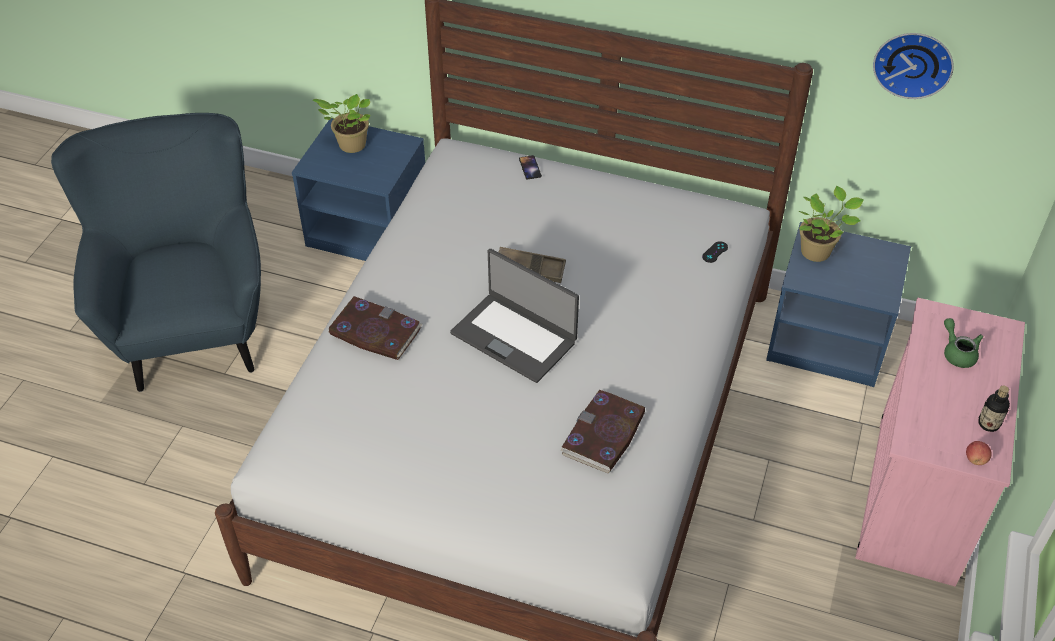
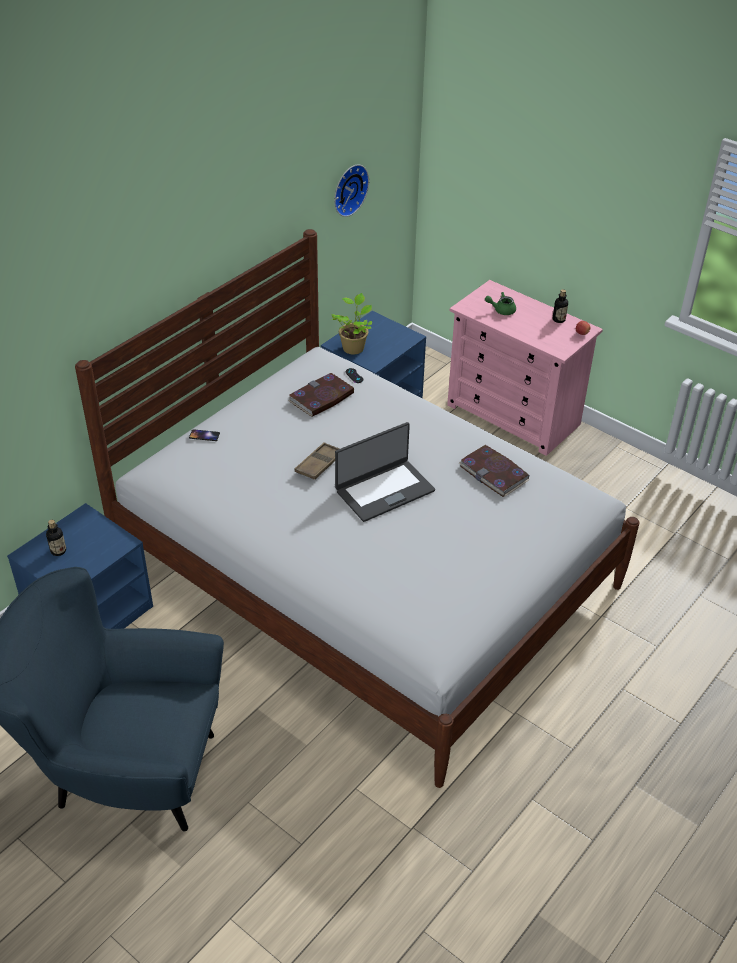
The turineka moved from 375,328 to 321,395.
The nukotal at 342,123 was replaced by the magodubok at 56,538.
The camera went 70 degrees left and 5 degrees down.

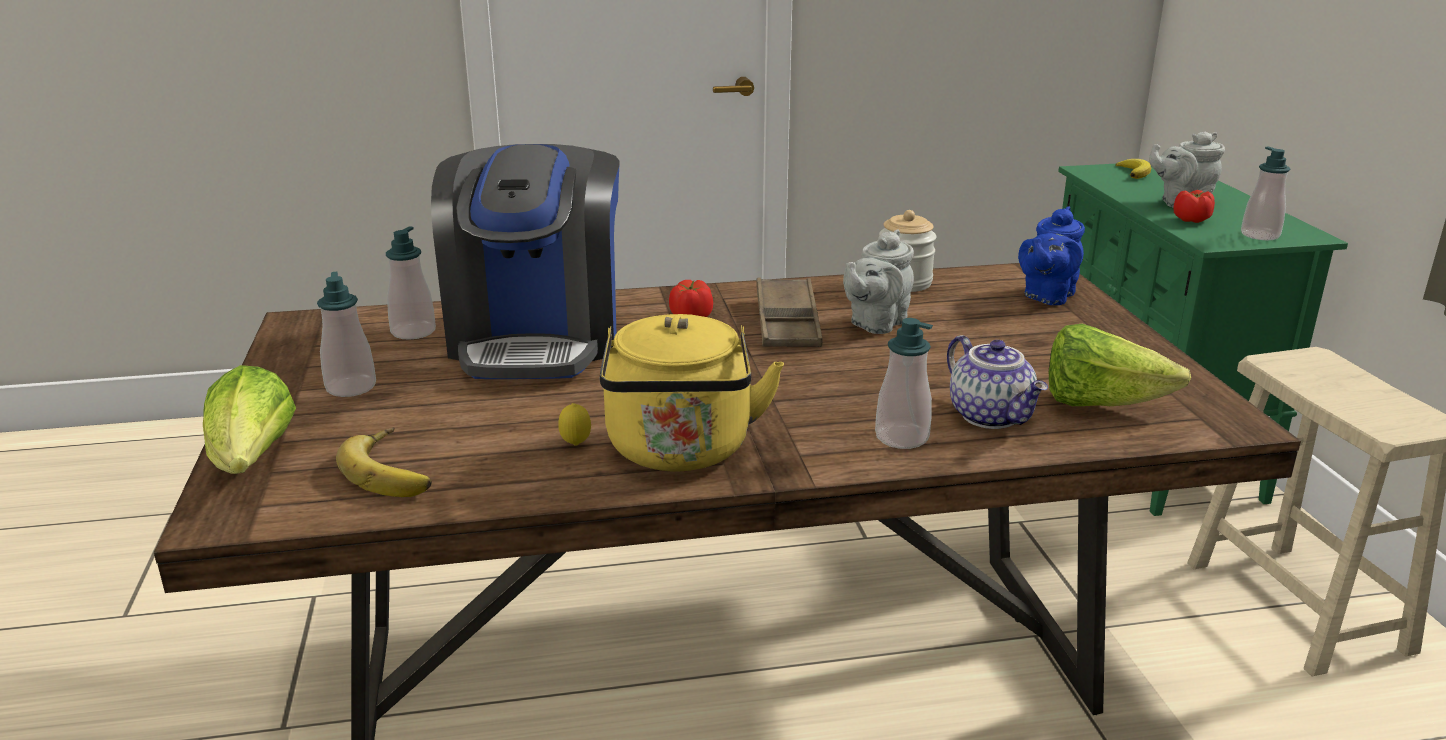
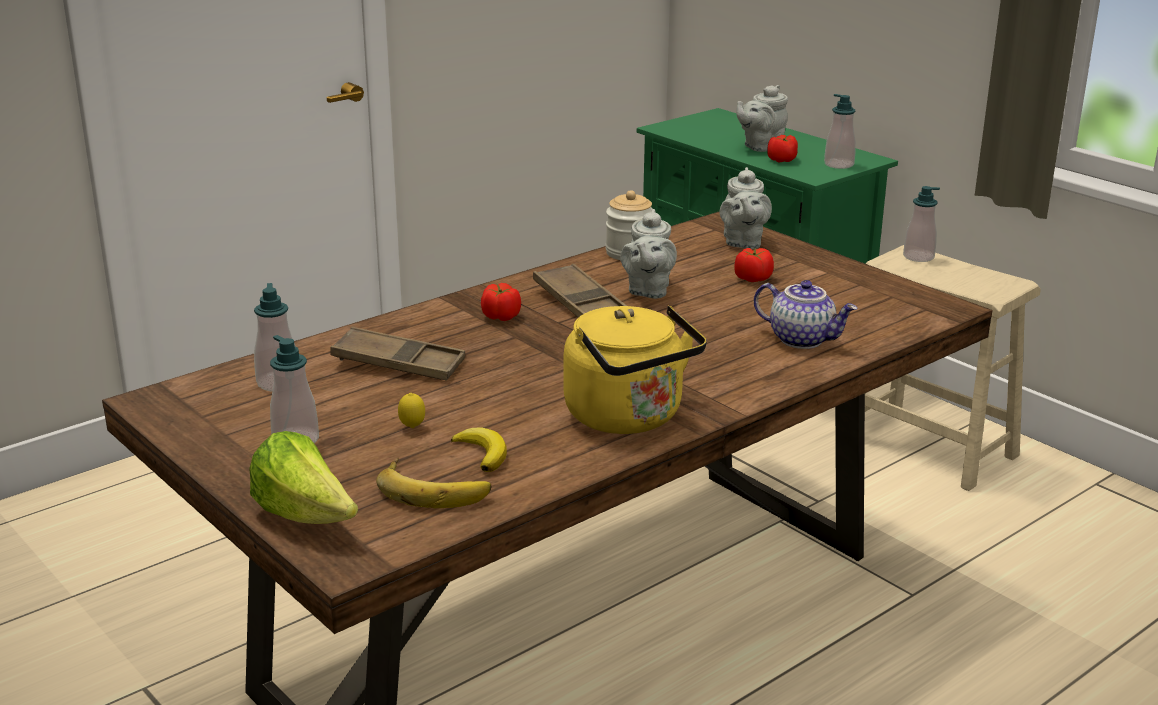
The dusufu at 1120,365 disappeared.
The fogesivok at 754,265 appeared.
The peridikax moved from 574,424 to 411,410.
The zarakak moved from 904,383 to 921,224.
The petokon moved from 1133,169 to 479,450.
The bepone at 525,261 was replaced by the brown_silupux at 397,354.
The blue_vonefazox at 1051,255 became the grey_vonefazox at 745,208.
The camera went 30 degrees left and 0 degrees up.

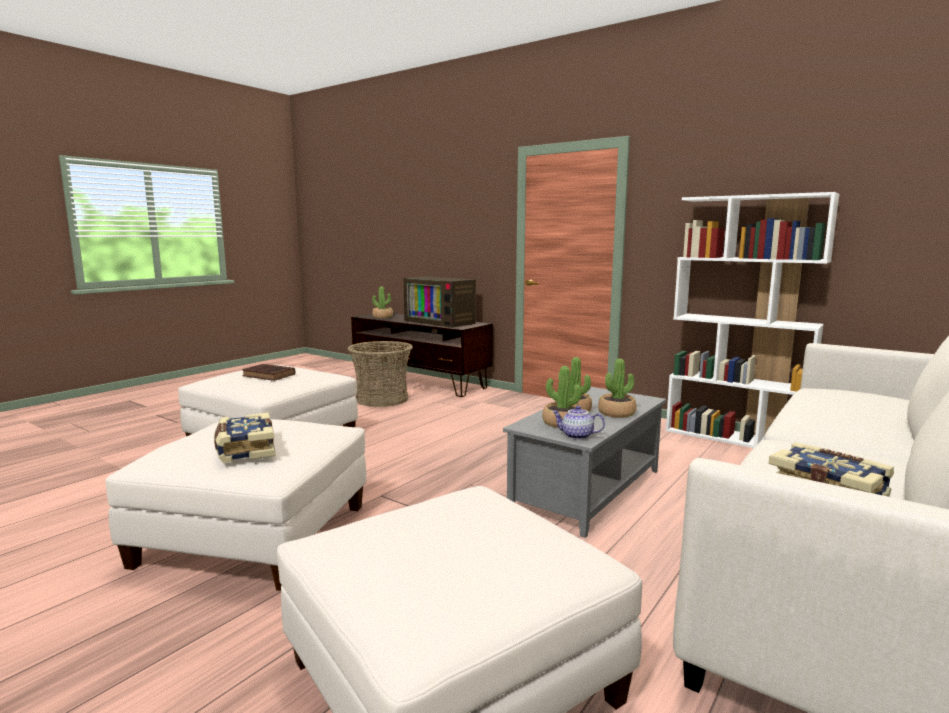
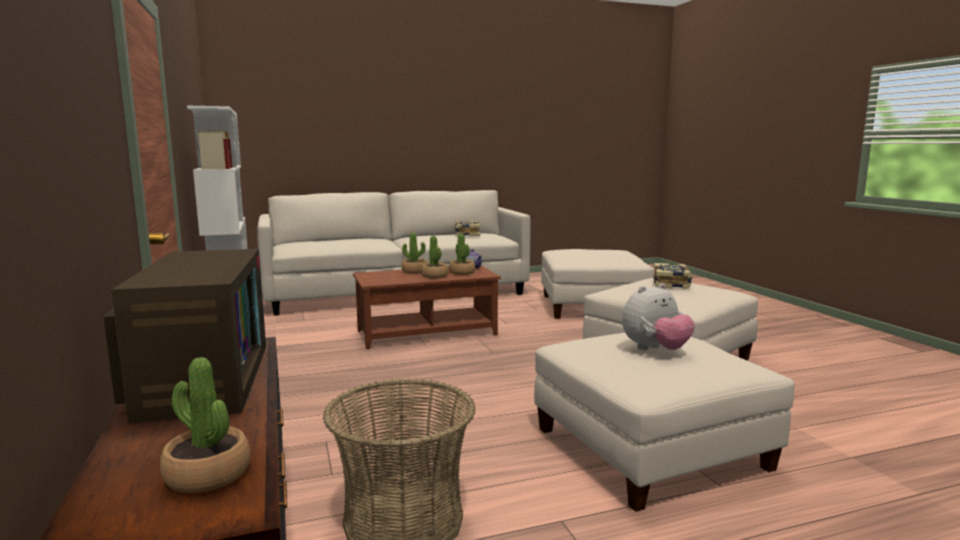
The brown_turineka at 268,372 was replaced by the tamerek at 658,316.
The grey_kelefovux at 584,462 became the brown_kelefovux at 427,307.
The camera went 145 degrees left and 0 degrees up.

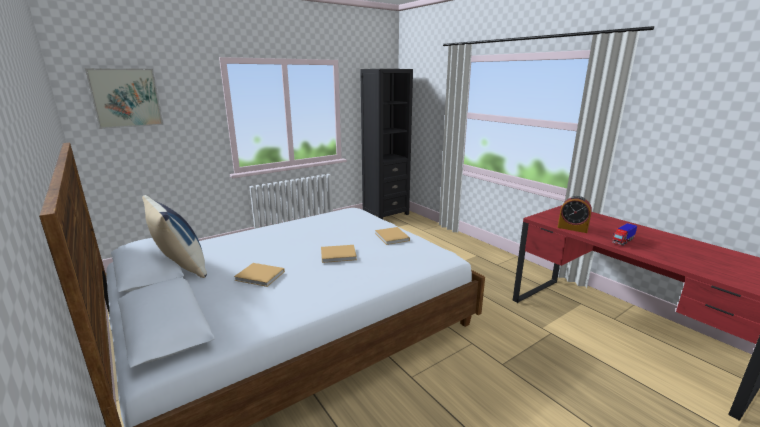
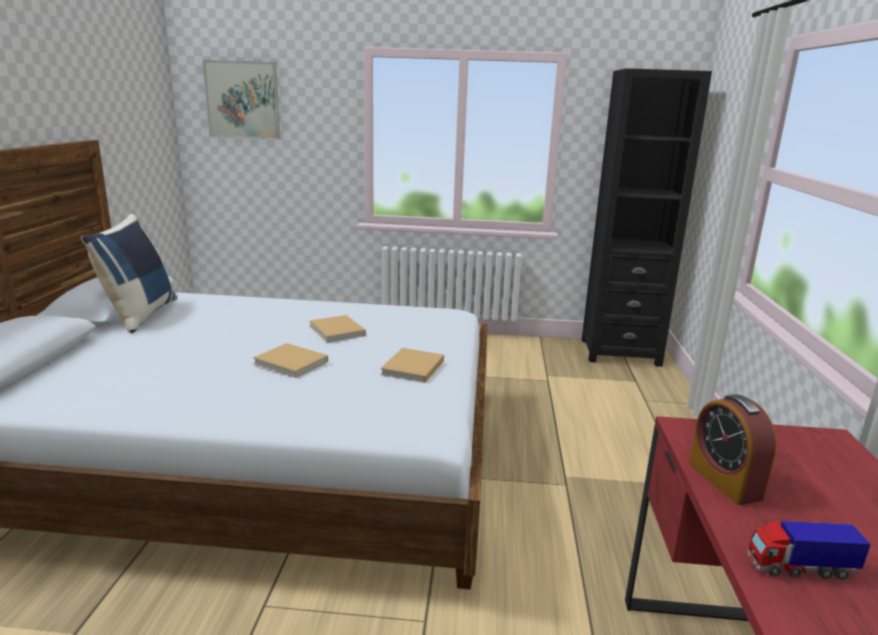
The beige_turineka moved from 259,275 to 337,328.
The camera went 40 degrees right and 0 degrees up.

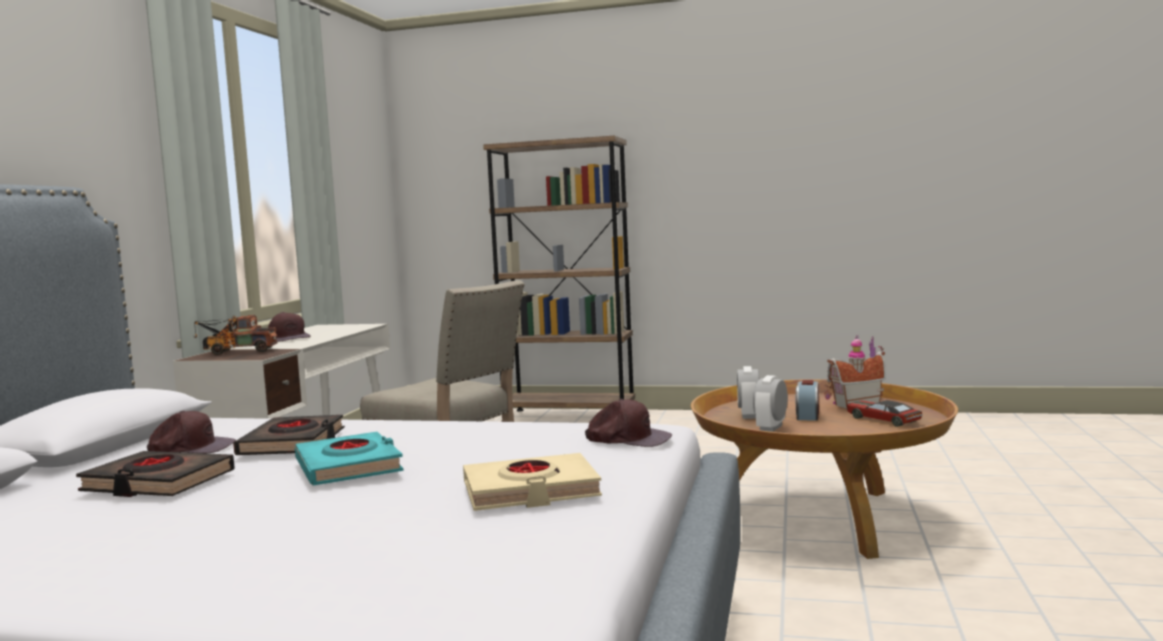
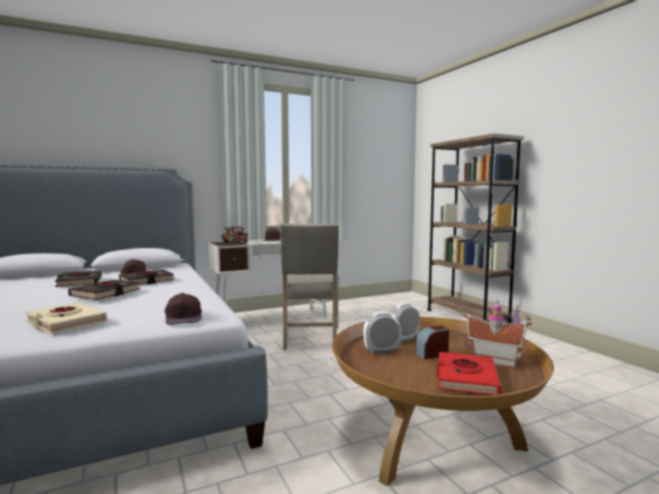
The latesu at 884,413 was replaced by the red_turineka at 469,373.
The turquoise_turineka at 349,458 became the black_turineka at 104,290.
The camera went 50 degrees right and 0 degrees up.

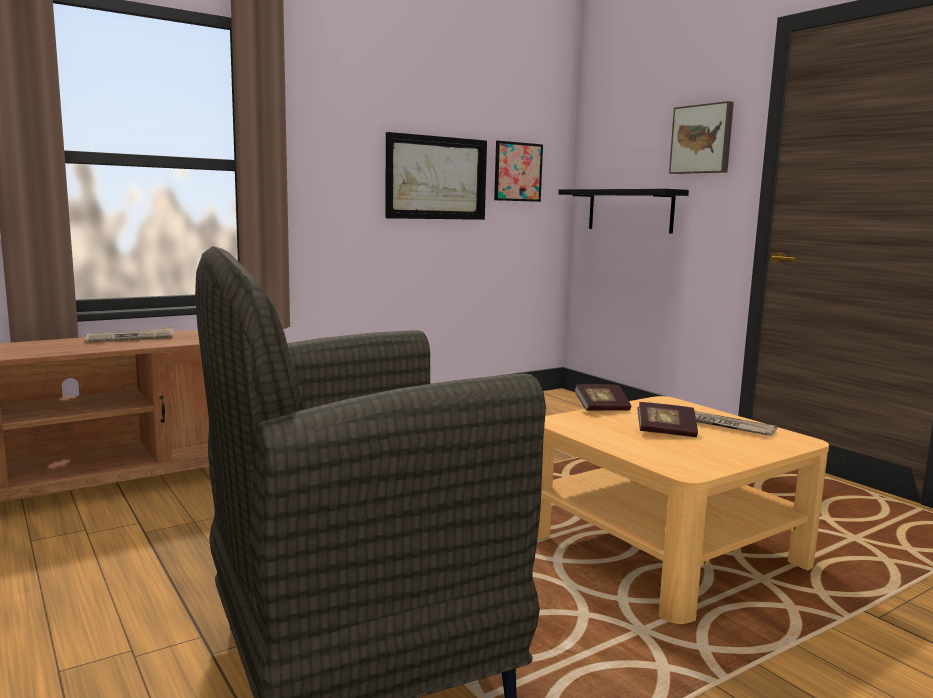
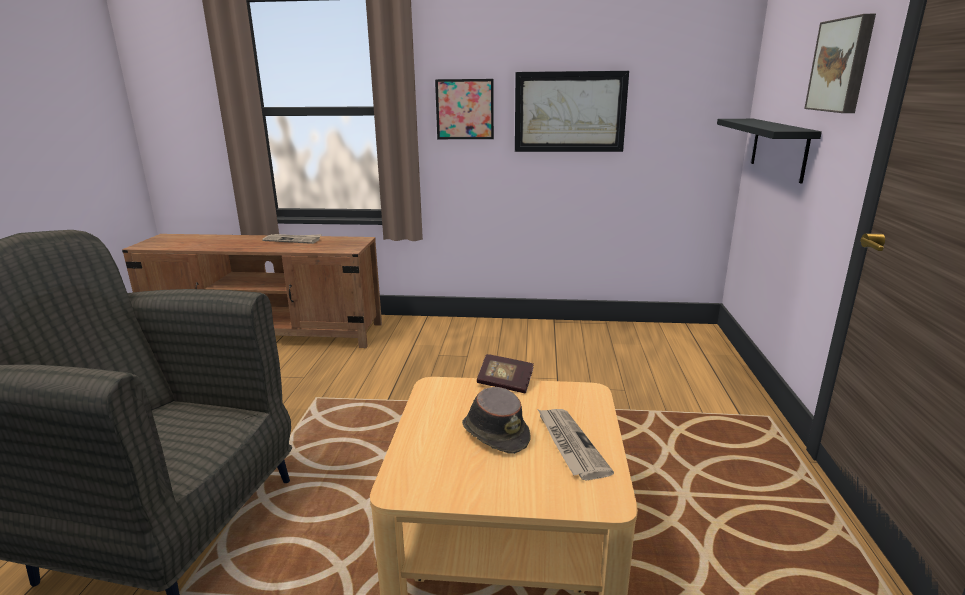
The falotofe moved from 518,171 to 464,109.
The turineka at 667,419 was replaced by the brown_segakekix at 496,420.
The camera went 40 degrees right and 10 degrees up.

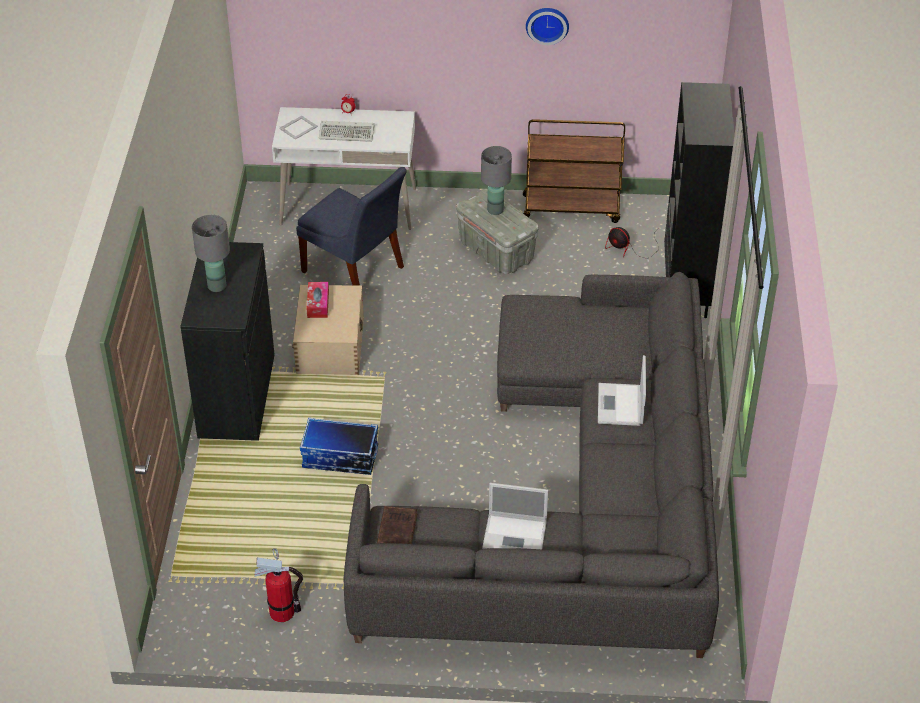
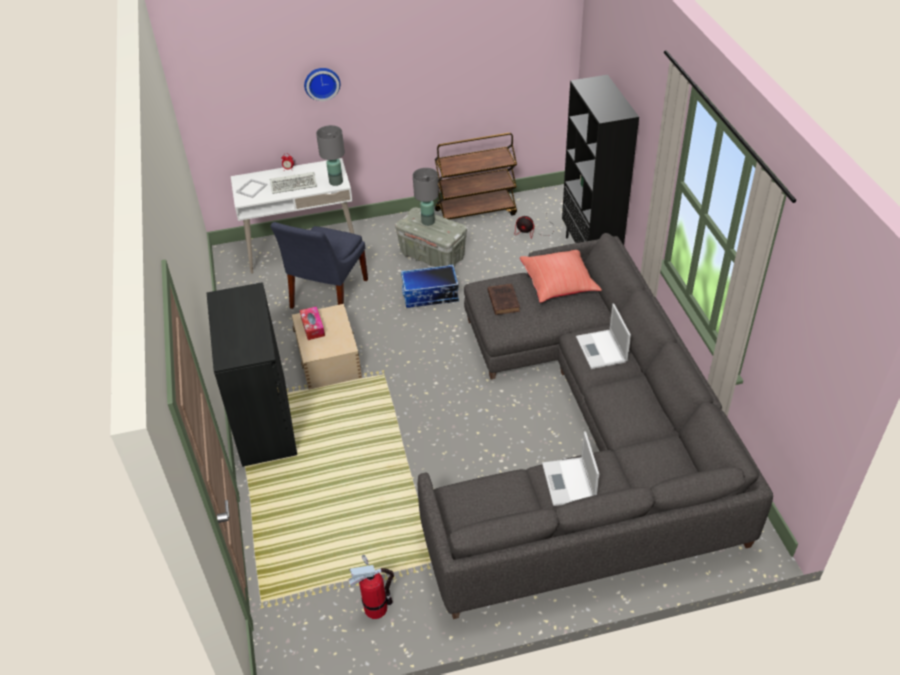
The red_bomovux at 561,276 appeared.
The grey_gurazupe moved from 211,253 to 330,155.
The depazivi moved from 339,446 to 430,286.
The brown_turineka moved from 397,525 to 503,299.
The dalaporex moved from 547,26 to 322,84.
The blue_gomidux at 351,226 turned 90 degrees clockwise.
The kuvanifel at 515,516 turned 90 degrees clockwise.
The camera went 15 degrees left and 0 degrees up.

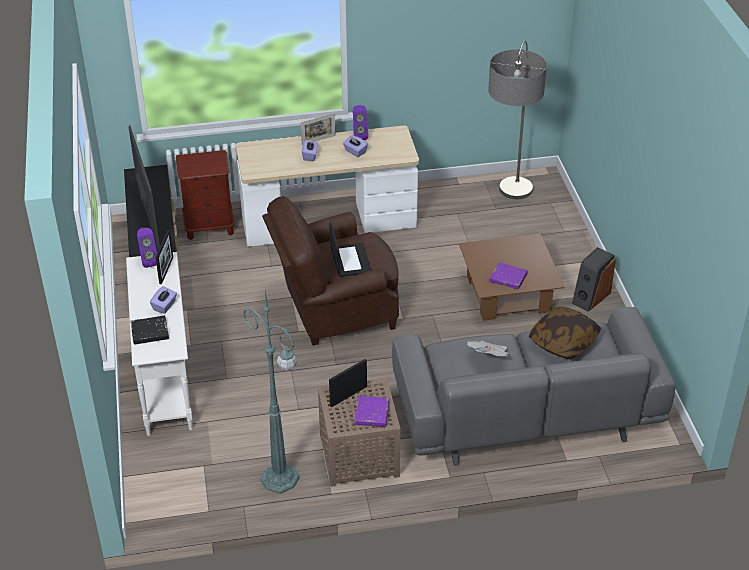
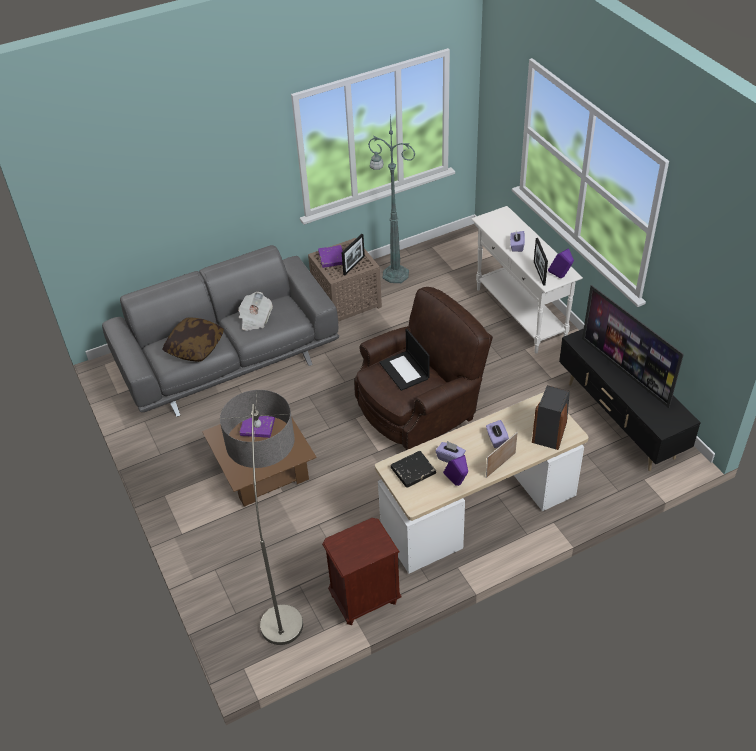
The black_turineka moved from 150,329 to 413,469.
The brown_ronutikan moved from 205,195 to 361,571.
The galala moved from 594,279 to 551,417.
The camera went 165 degrees right and 5 degrees up.

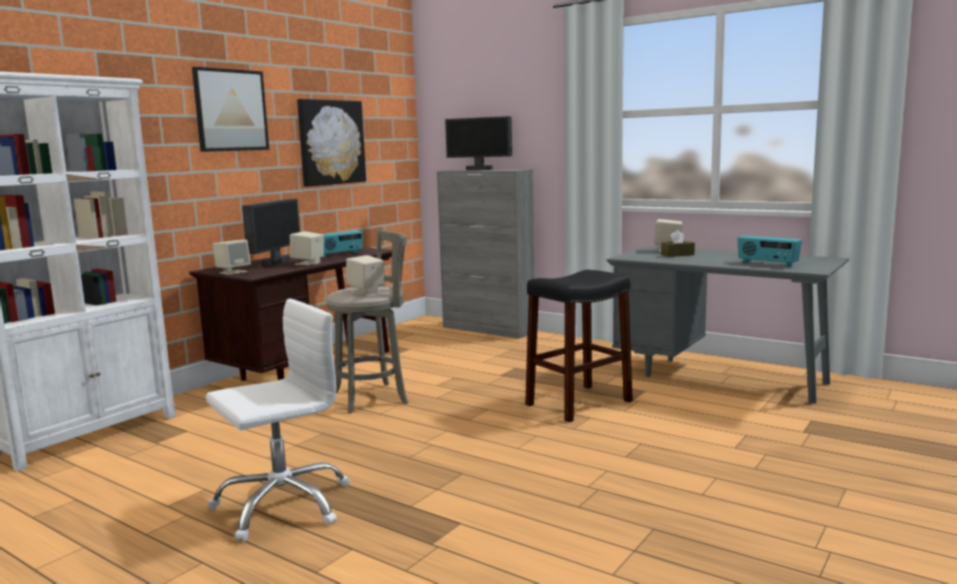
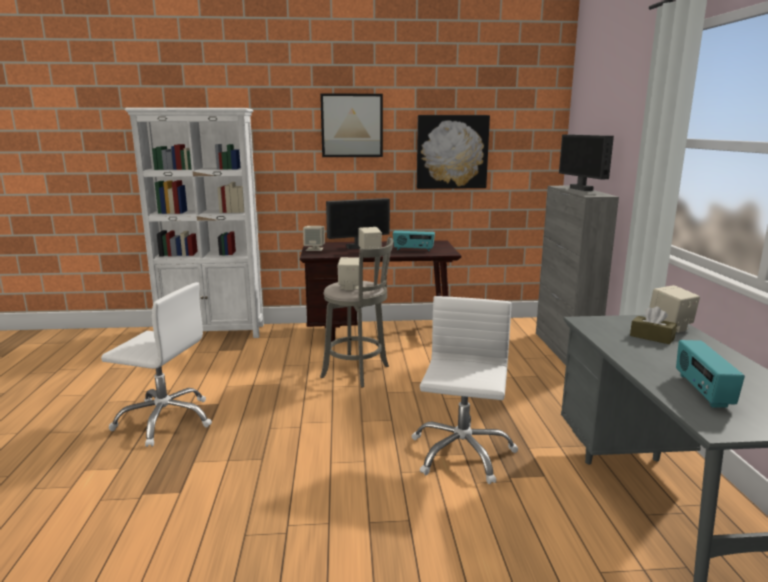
The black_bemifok at 579,346 was replaced by the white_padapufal at 465,390.
The camera went 50 degrees right and 5 degrees up.

